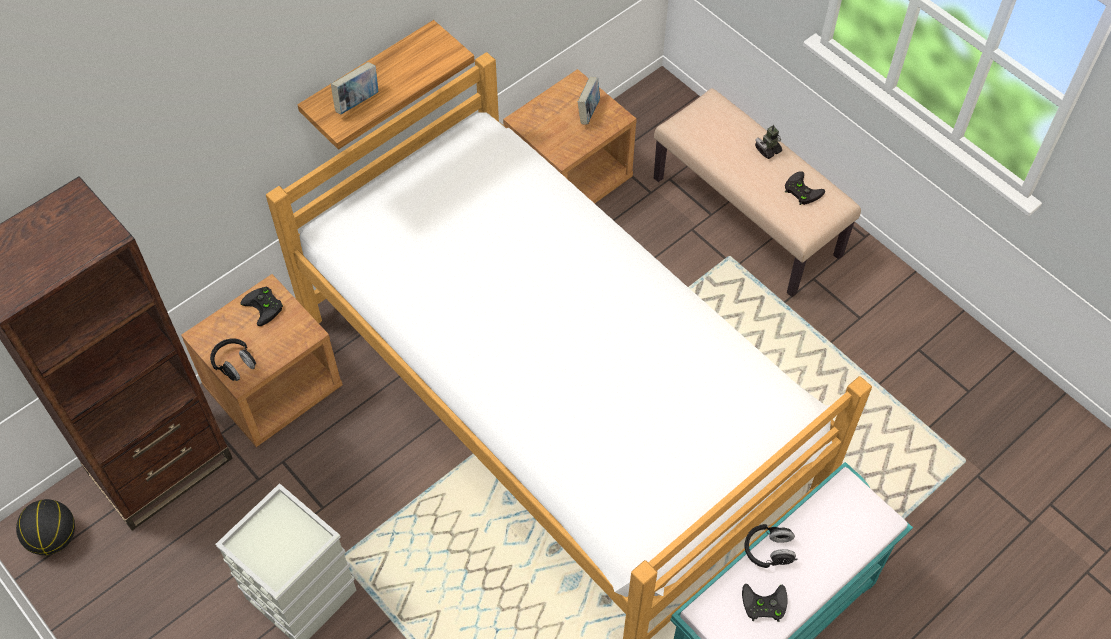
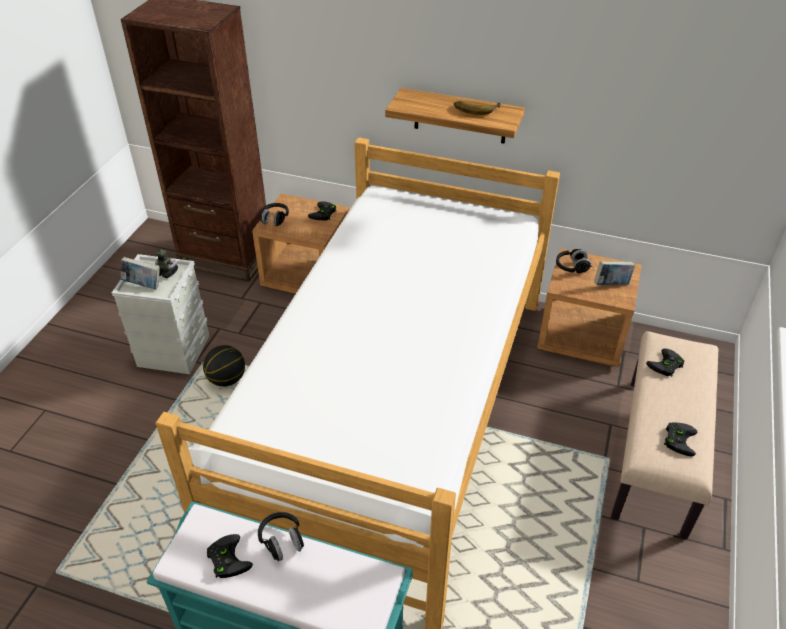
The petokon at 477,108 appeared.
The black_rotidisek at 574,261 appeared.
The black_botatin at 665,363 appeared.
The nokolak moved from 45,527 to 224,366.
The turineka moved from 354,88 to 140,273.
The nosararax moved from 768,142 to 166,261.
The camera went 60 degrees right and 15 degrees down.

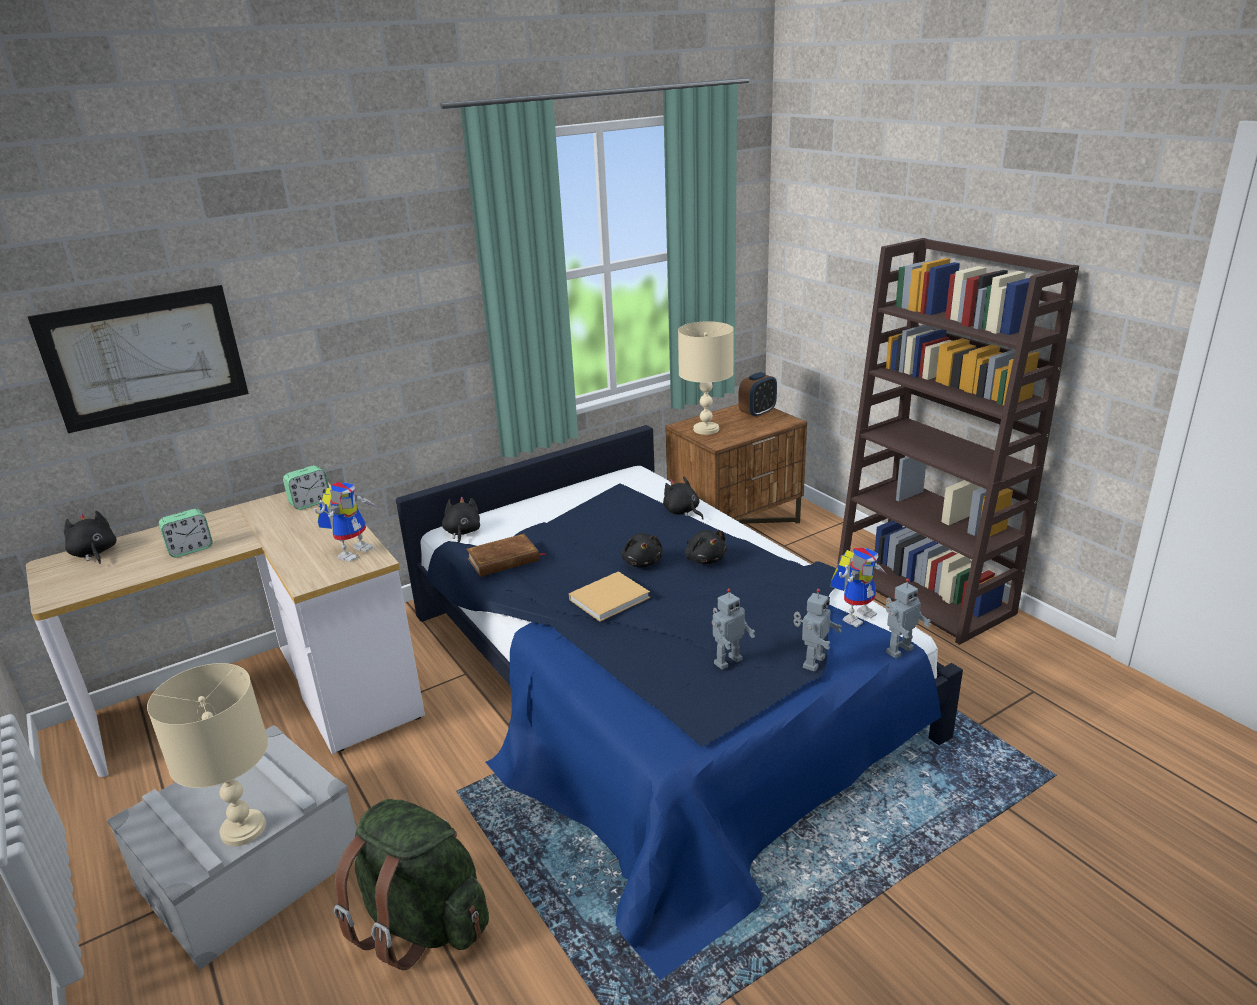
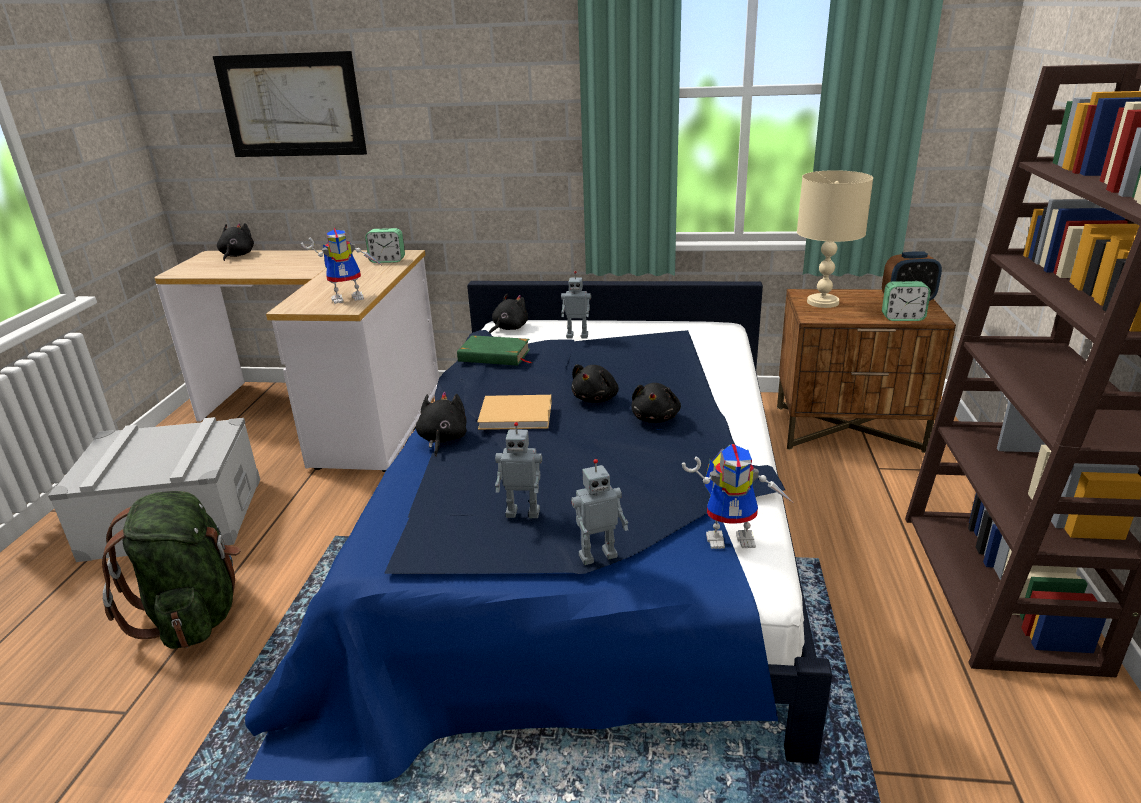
The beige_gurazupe at 207,754 disappeared.
The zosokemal moved from 186,533 to 906,301.
The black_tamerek moved from 683,498 to 441,424.
The nosararax moved from 907,618 to 576,305.
The brown_turineka at 506,555 became the green_turineka at 494,350.
The camera went 40 degrees right and 0 degrees up.

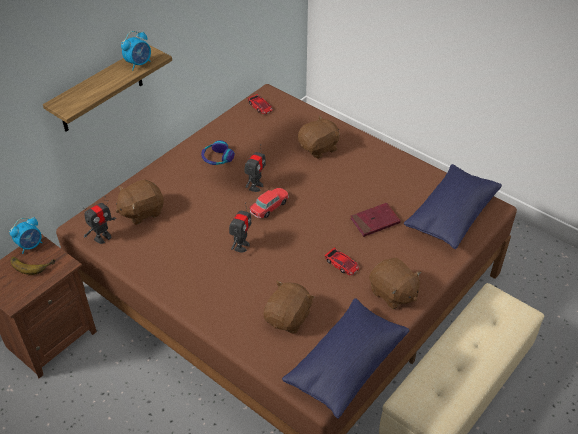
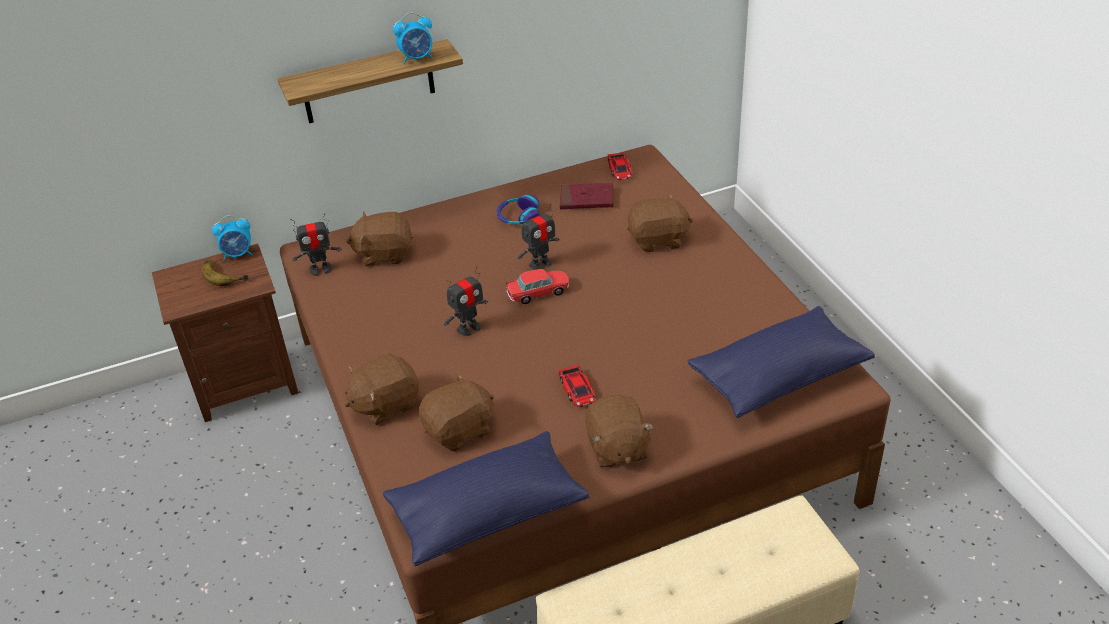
The brown_tamerek at 382,389 appeared.
The red_turineka moved from 375,220 to 586,196.
The camera went 30 degrees right and 5 degrees down.

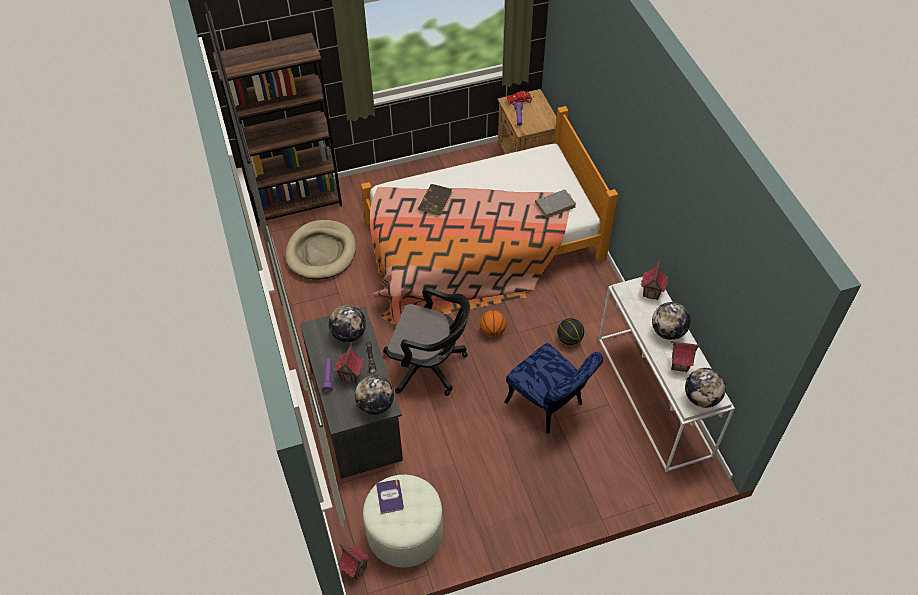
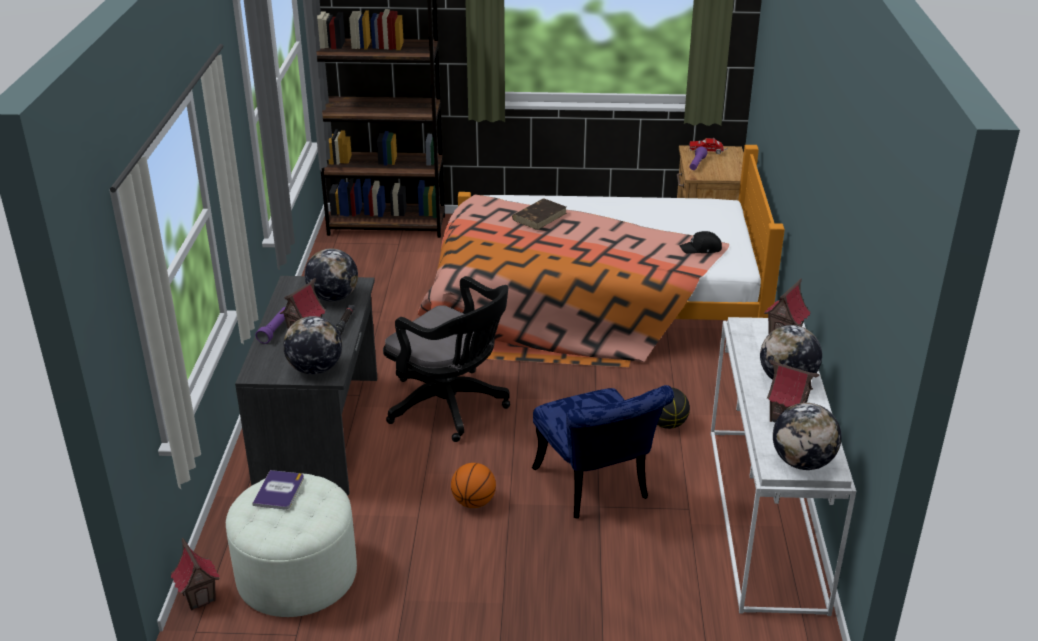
The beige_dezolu at 320,250 disappeared.
The nokolak moved from 493,323 to 473,485.
The grey_turineka at 555,203 was replaced by the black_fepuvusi at 701,242.
The camera went 20 degrees right and 20 degrees down.

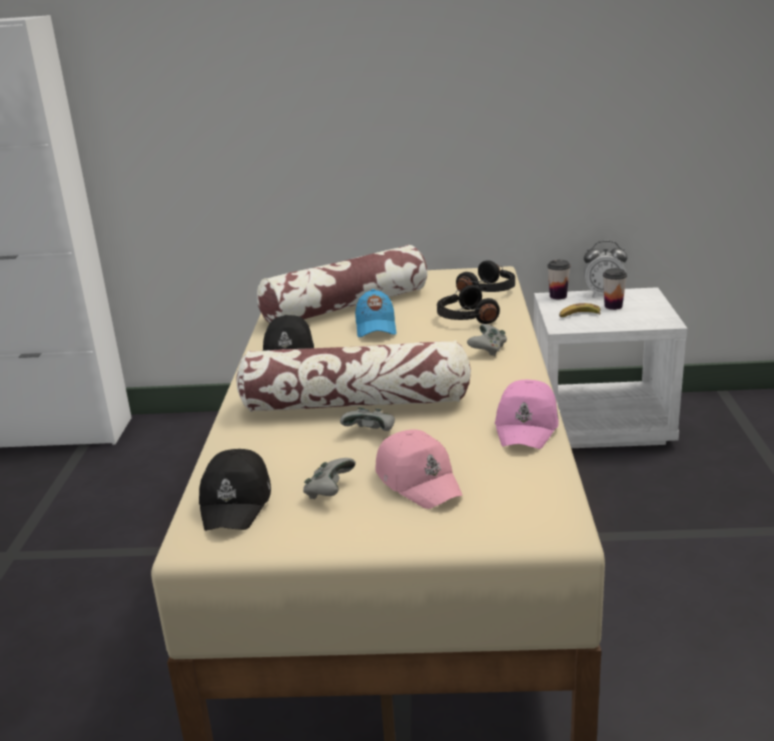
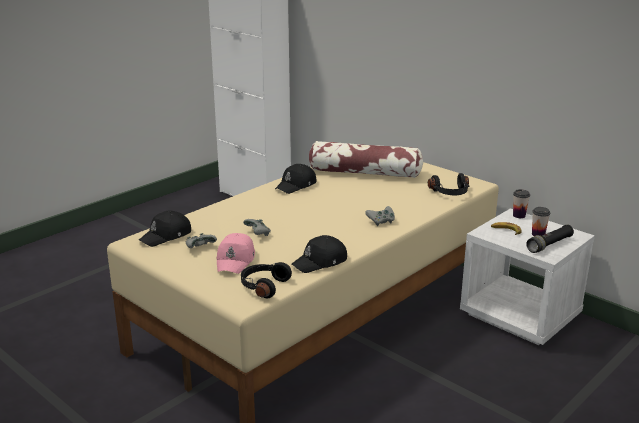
The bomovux at 353,376 disappeared.
The blue_fepuvusi at 375,313 disappeared.
The zosokemal at 605,269 disappeared.
The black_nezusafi at 550,239 appeared.
The black_rotidisek moved from 468,304 to 266,280.
The pink_fepuvusi at 527,414 became the black_fepuvusi at 319,254.
The camera went 40 degrees right and 0 degrees up.

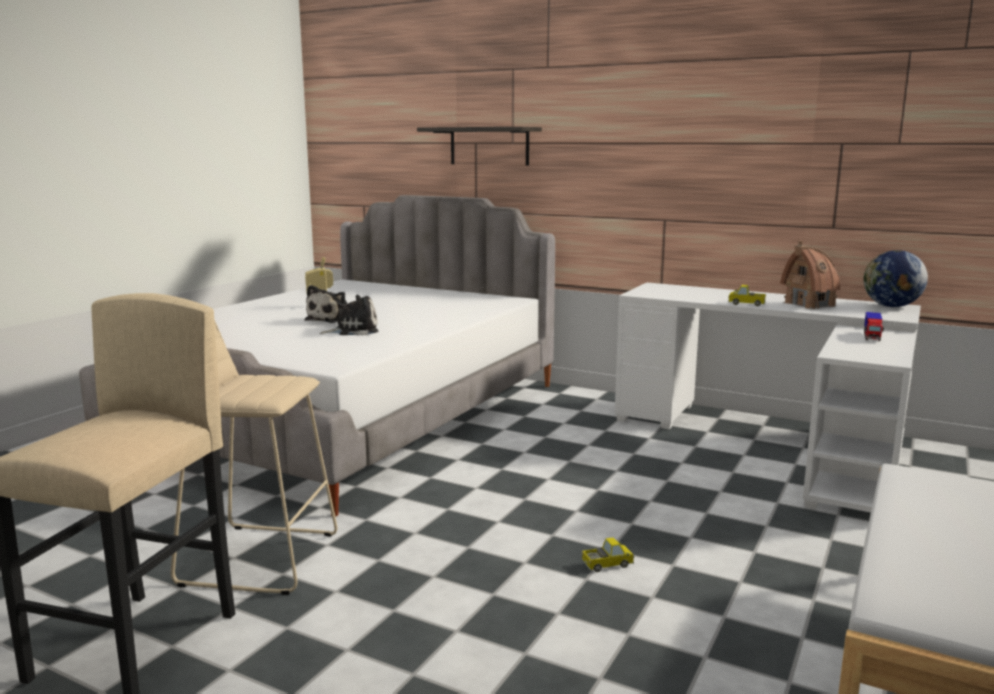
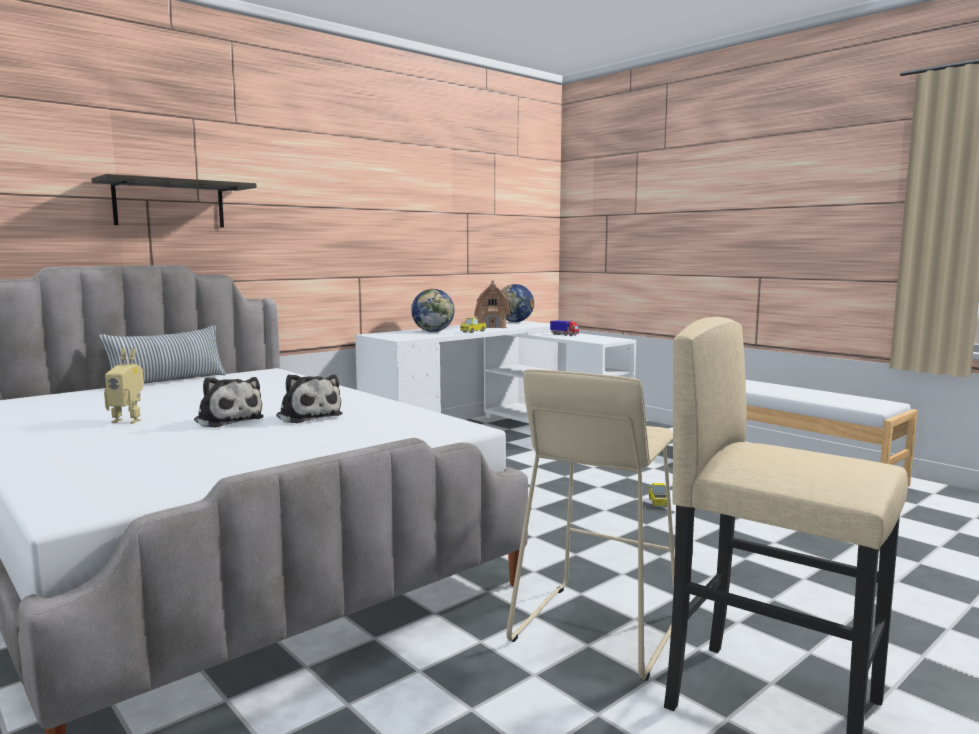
The bomovux at 162,354 appeared.
The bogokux at 433,310 appeared.
The tamerek at 349,315 turned 135 degrees clockwise.
The camera went 70 degrees left and 5 degrees down.

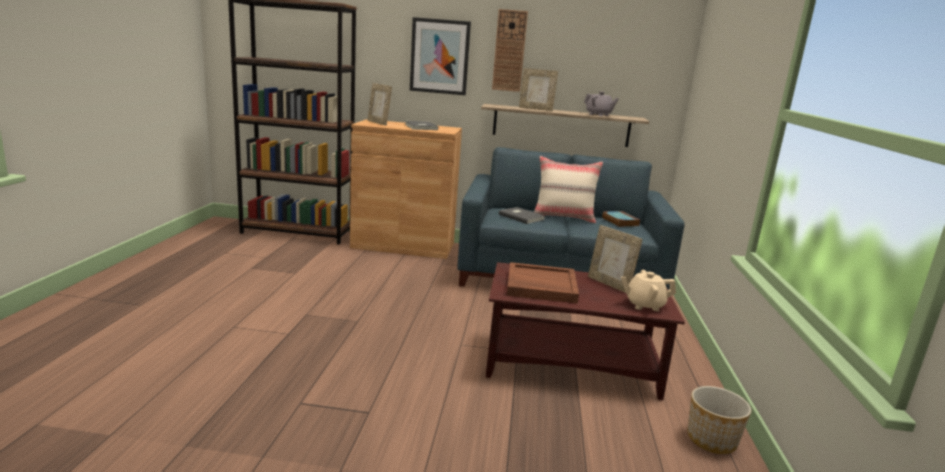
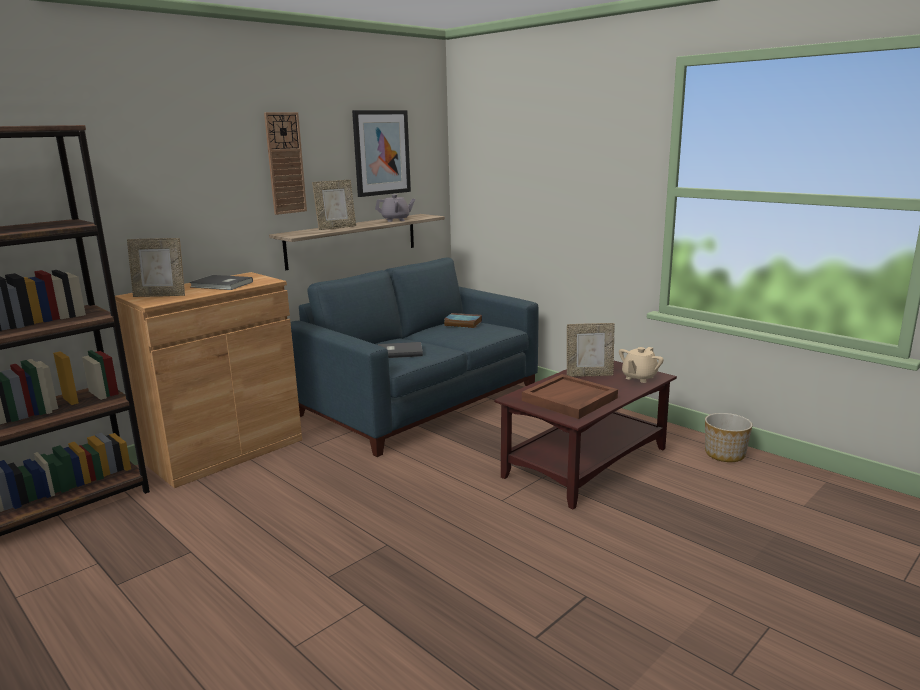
The beige_bomovux at 568,189 disappeared.
The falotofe moved from 440,56 to 381,153.
The camera went 50 degrees left and 0 degrees up.

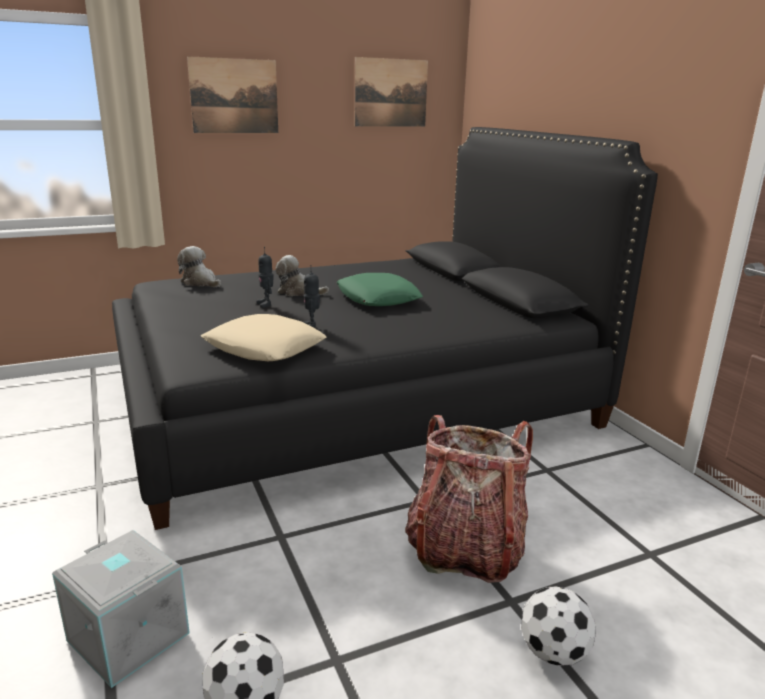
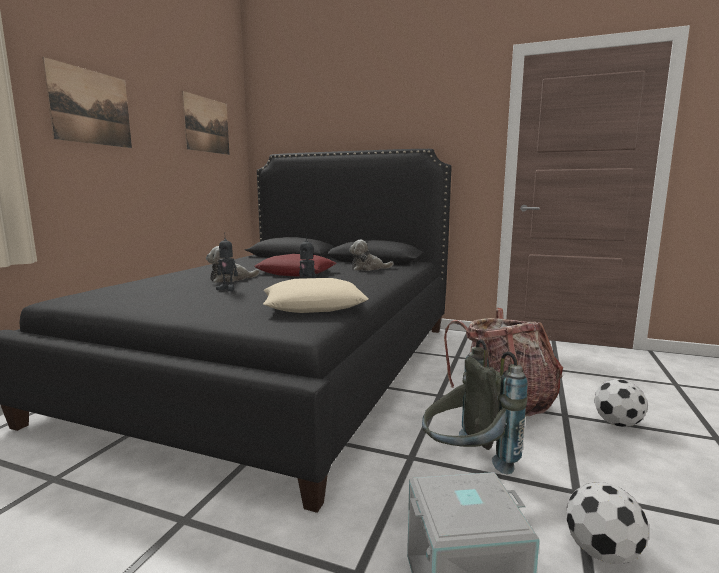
The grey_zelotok at 475,407 appeared.
The tamerek moved from 199,266 to 371,255.
The green_bomovux at 380,289 became the red_bomovux at 295,265.
The camera went 45 degrees left and 10 degrees down.

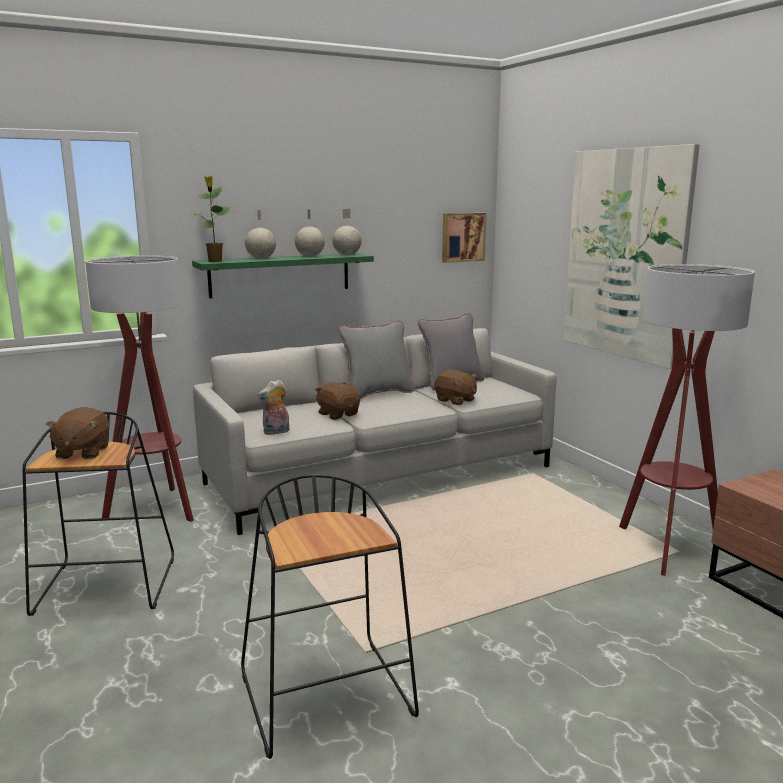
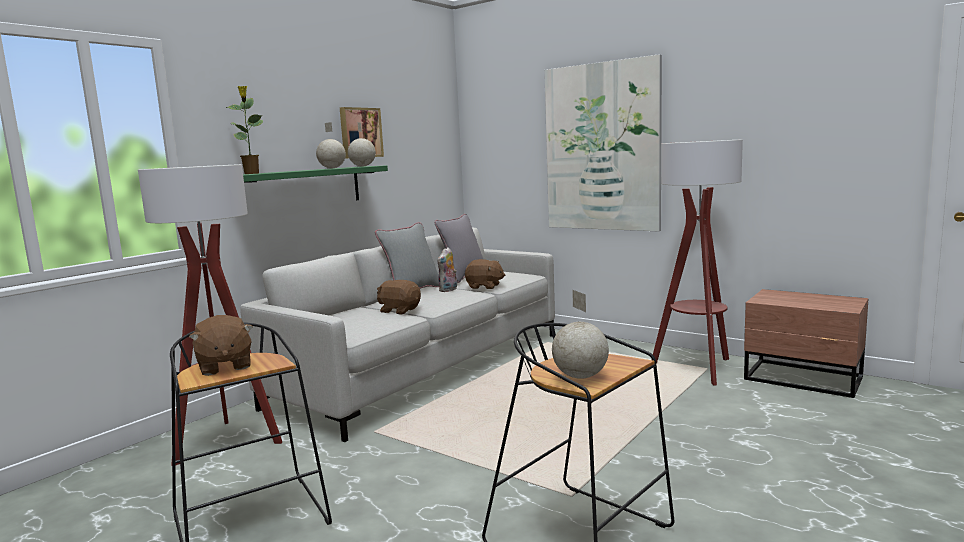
The bogokux moved from 260,234 to 580,334.
The tamerek moved from 273,407 to 447,269.
The falotofe moved from 464,238 to 362,132.
The camera went 25 degrees left and 5 degrees down.

